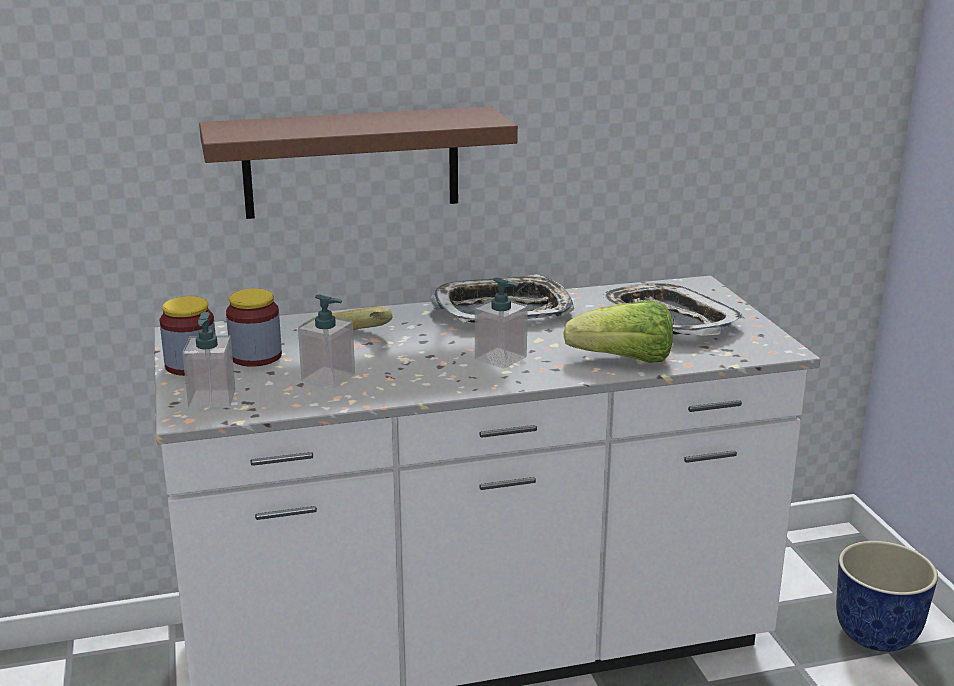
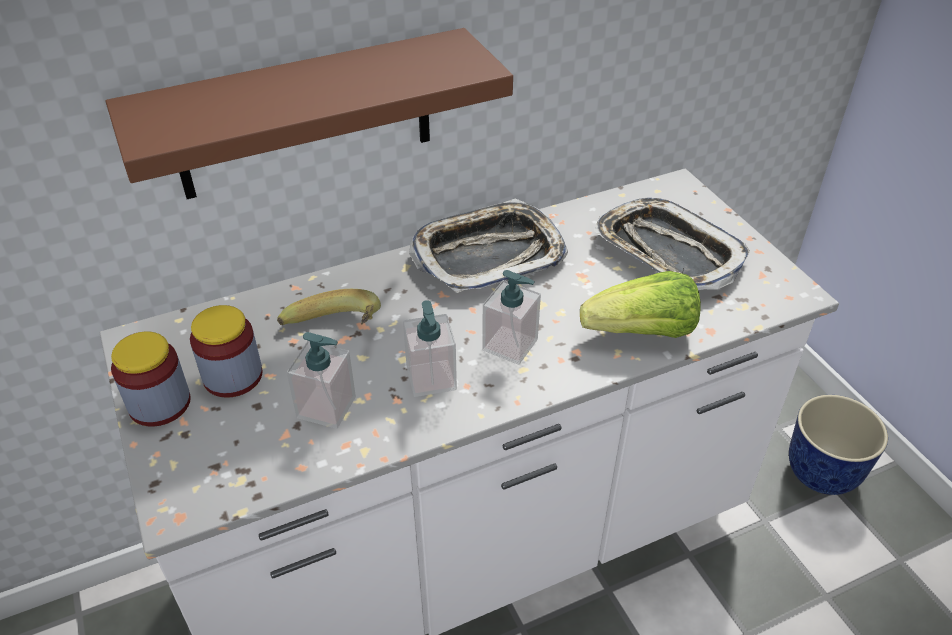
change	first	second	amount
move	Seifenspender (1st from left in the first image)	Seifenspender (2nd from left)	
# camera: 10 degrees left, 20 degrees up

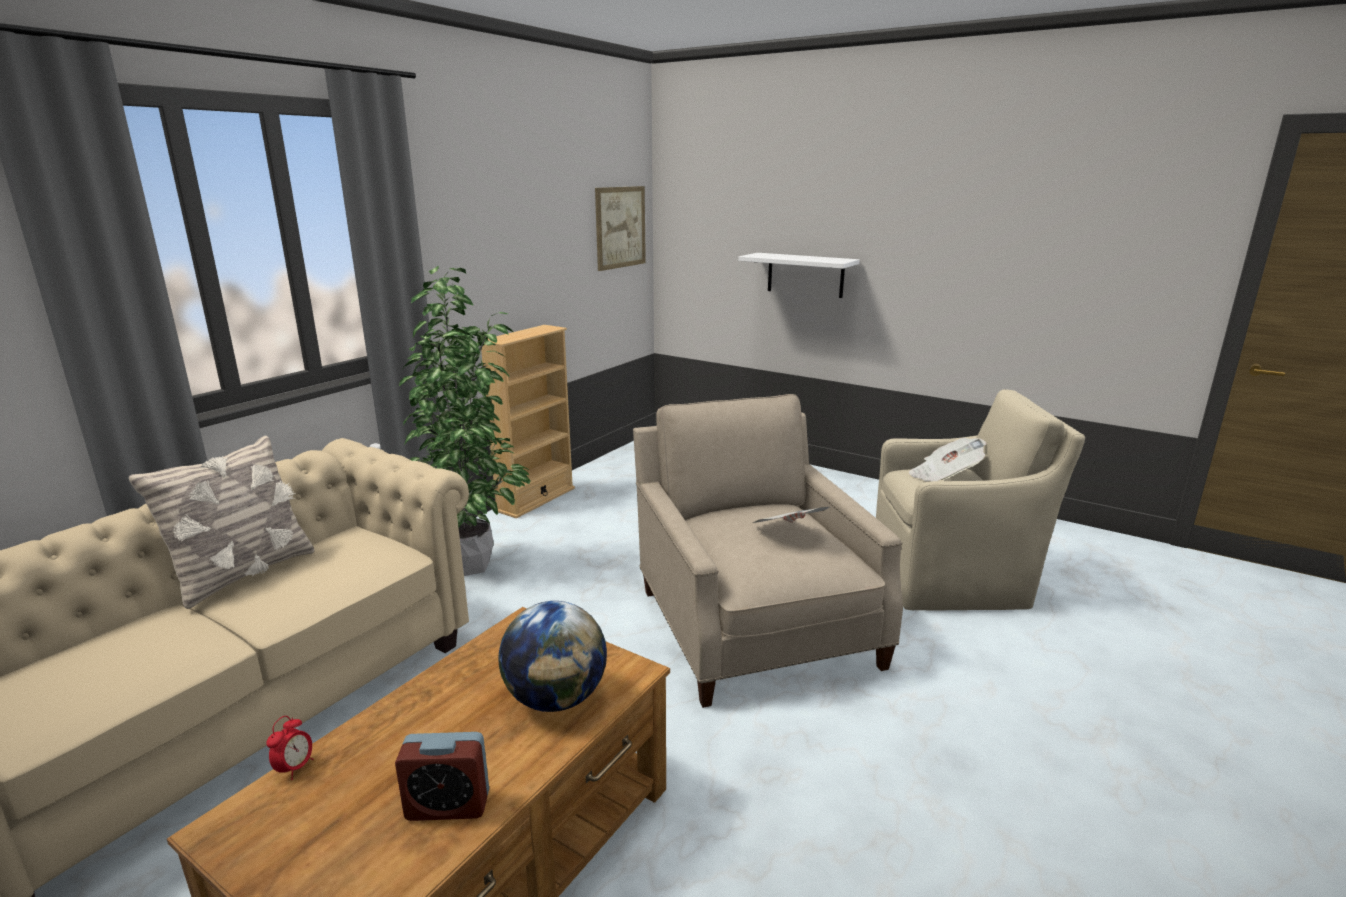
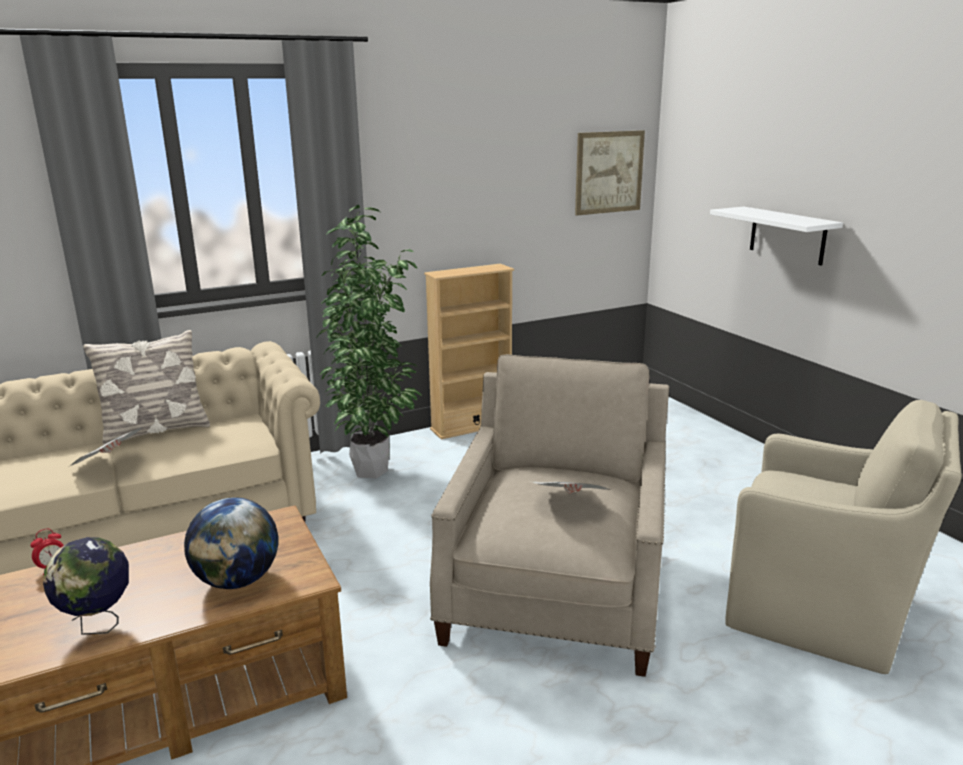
change	first	second	amount
replace	Wecker (2nd from left)	Globus (1st from left)	
move	Zeitung (2nd from left in the first image)	Zeitung (1st from left)	
# camera: 30 degrees right, 0 degrees up

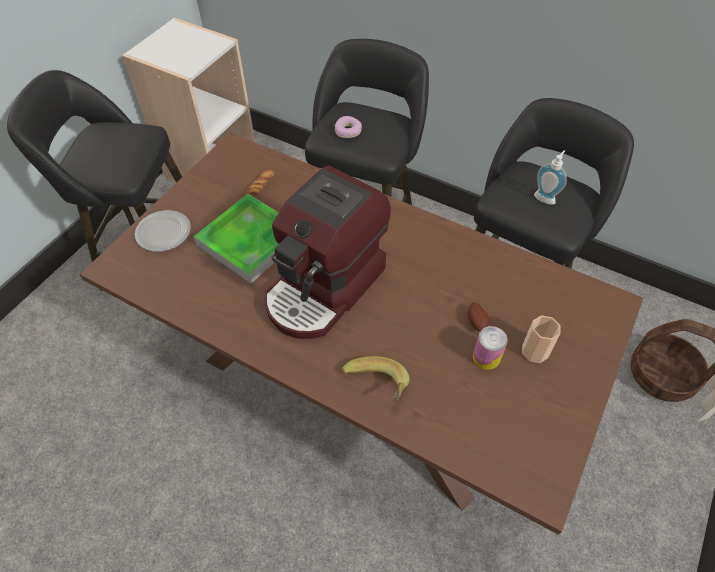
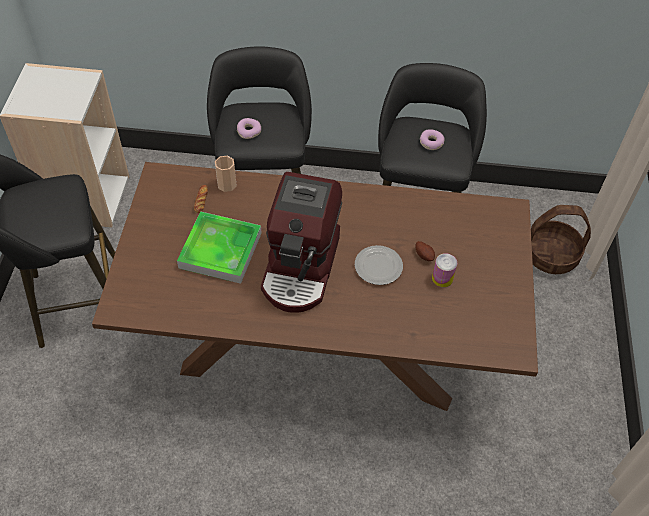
change	first	second	amount
move	Teller		
delete	Banane		
move	Tasse		
replace	Seifenspender	Donut (2nd from left)	
# camera: 25 degrees left, 0 degrees up

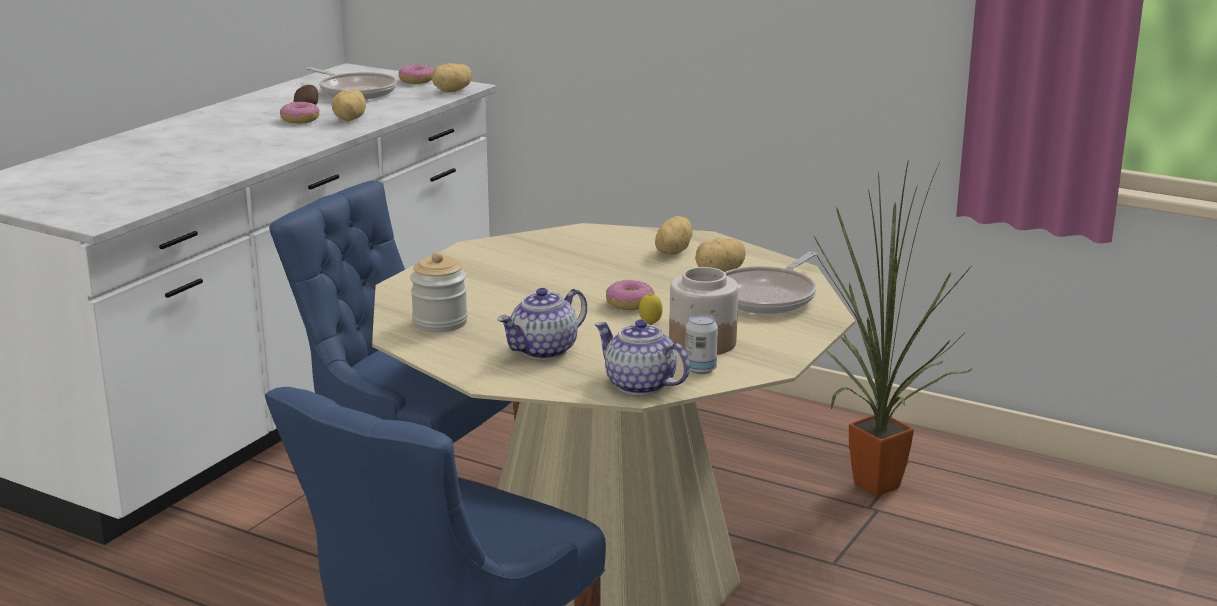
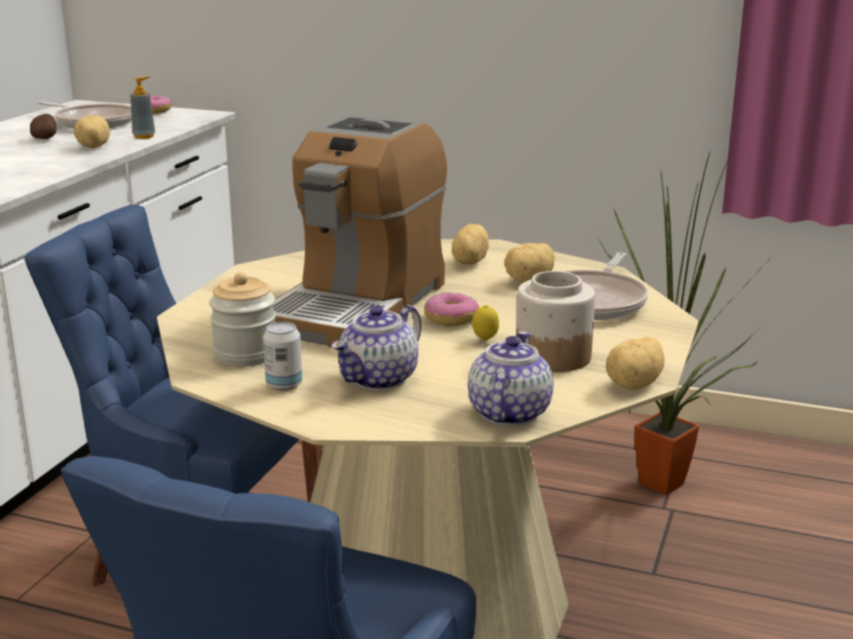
change	first	second	amount
delete	Donut (1st from left)		
move	Kartoffel (3rd from left in the first image)	Kartoffel (5th from left)	
rotate	Teekanne (2nd from left)		75 degrees clockwise
move	Dose		
insert		Seifenspender	
insert		Kaffeemaschine	
# camera: 10 degrees left, 0 degrees up

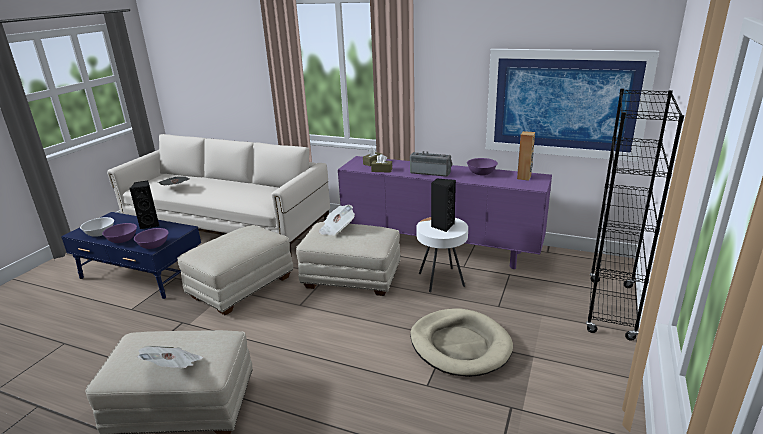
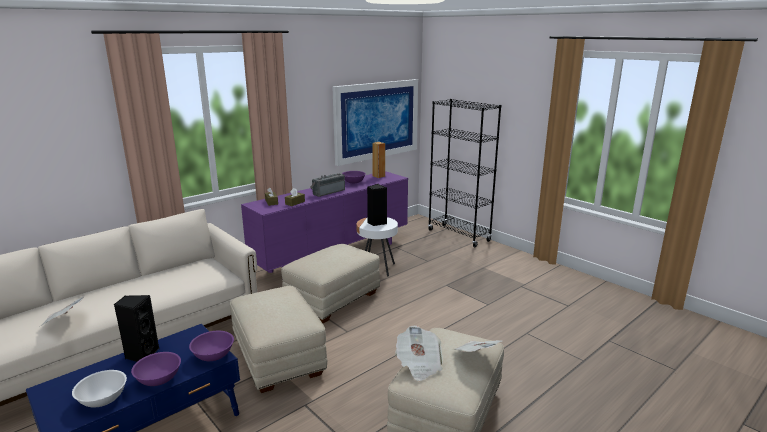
change	first	second	amount
move	Zeitung (3rd from left in the first image)	Zeitung (2nd from left)	
delete	Hundebett (beige)		
# camera: 65 degrees left, 5 degrees down

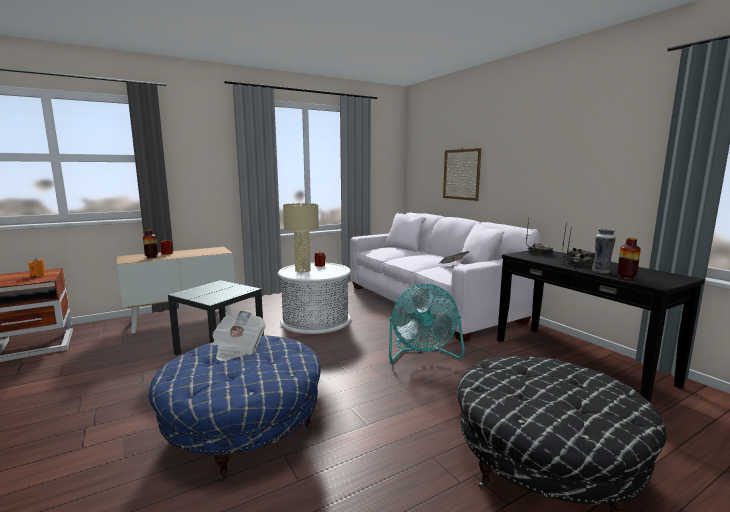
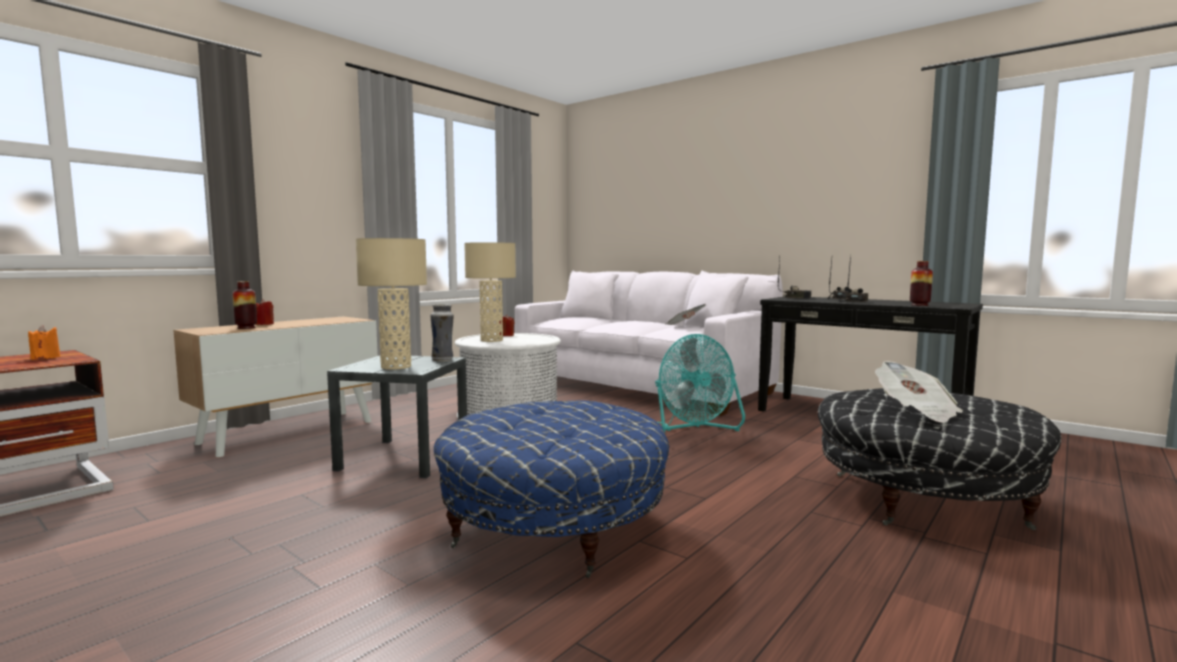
change	first	second	amount
move	Zeitung (1st from left in the first image)	Zeitung (2nd from left)	
delete	Bild		
move	Vase (2nd from left)		
insert		Tischlampe (beige) (1st from left)	
# camera: 20 degrees left, 5 degrees down

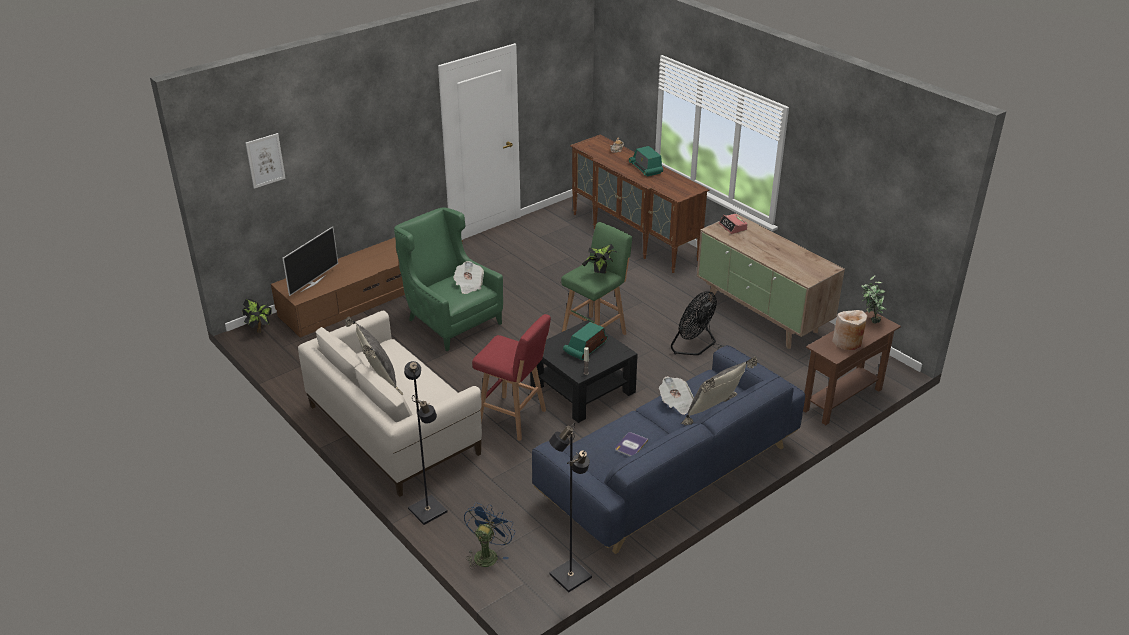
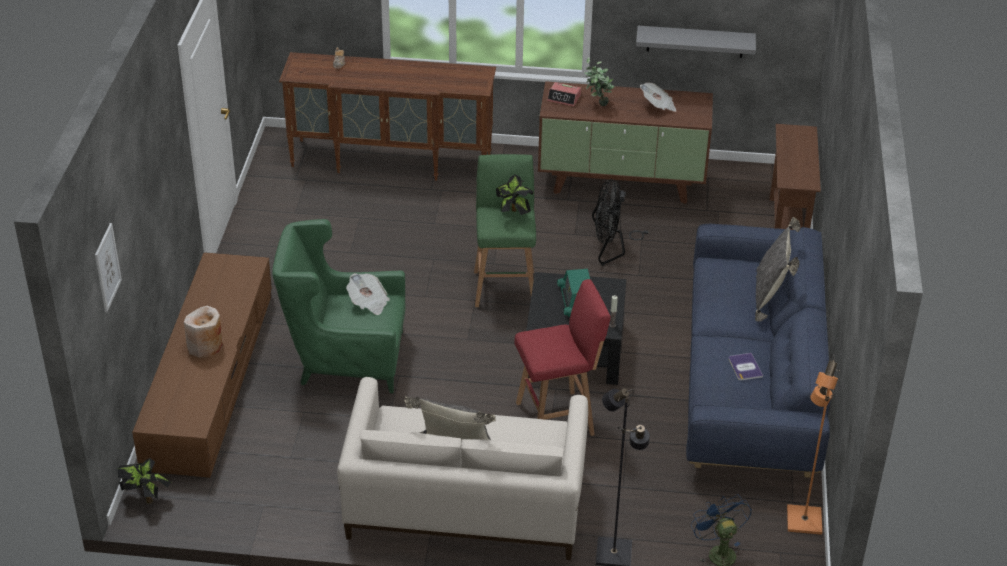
change	first	second	amount
delete	Fernseher		
recolor	Stehlampe (schwarz) (2nd from left)	Stehlampe (orange)	
delete	Radio (2nd from left)		
move	Zeitung (2nd from left)		
recolor	Kommode (grün)	Kommode (braun)	
move	Vase (beige)		
move	Topfpflanze (3rd from left)		
insert		Wandregal (grau)	
# camera: 45 degrees left, 5 degrees up

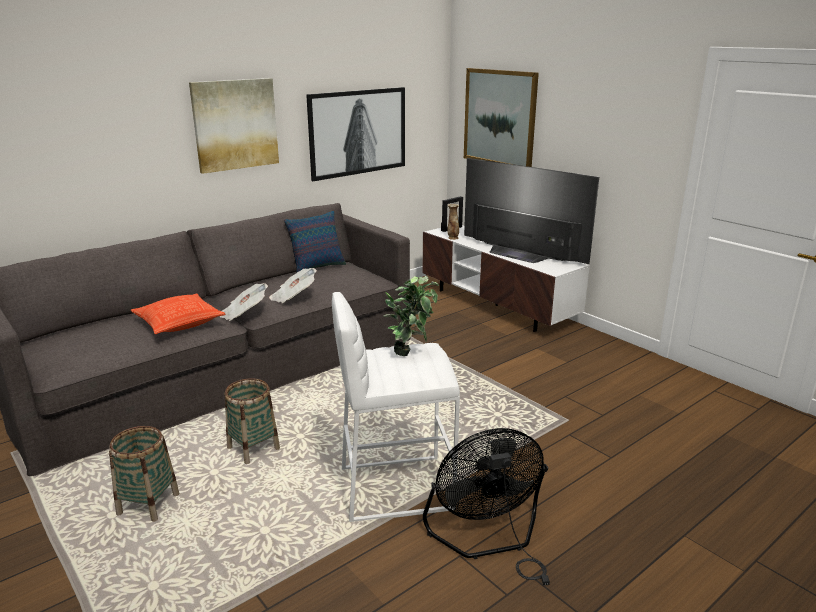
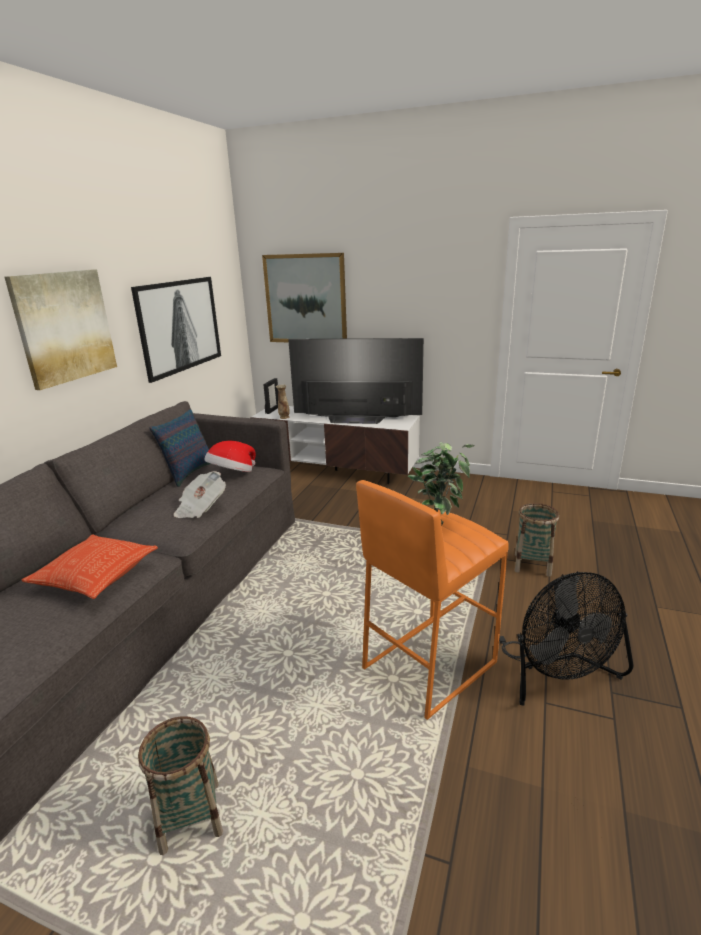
change	first	second	amount
delete	Zeitung (1st from left)		
move	Korb (2nd from left)		
recolor	Hocker (weiß)	Hocker (orange)	
rotate	Ventilator (schwarz)		150 degrees counterclockwise
insert		Hut	
# camera: 30 degrees left, 0 degrees up

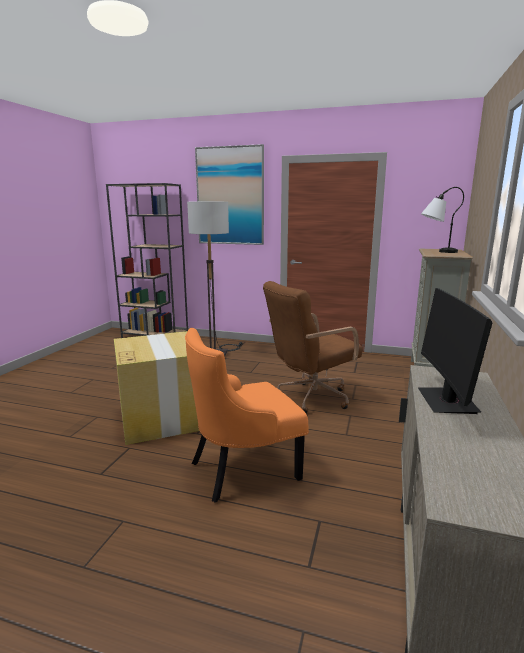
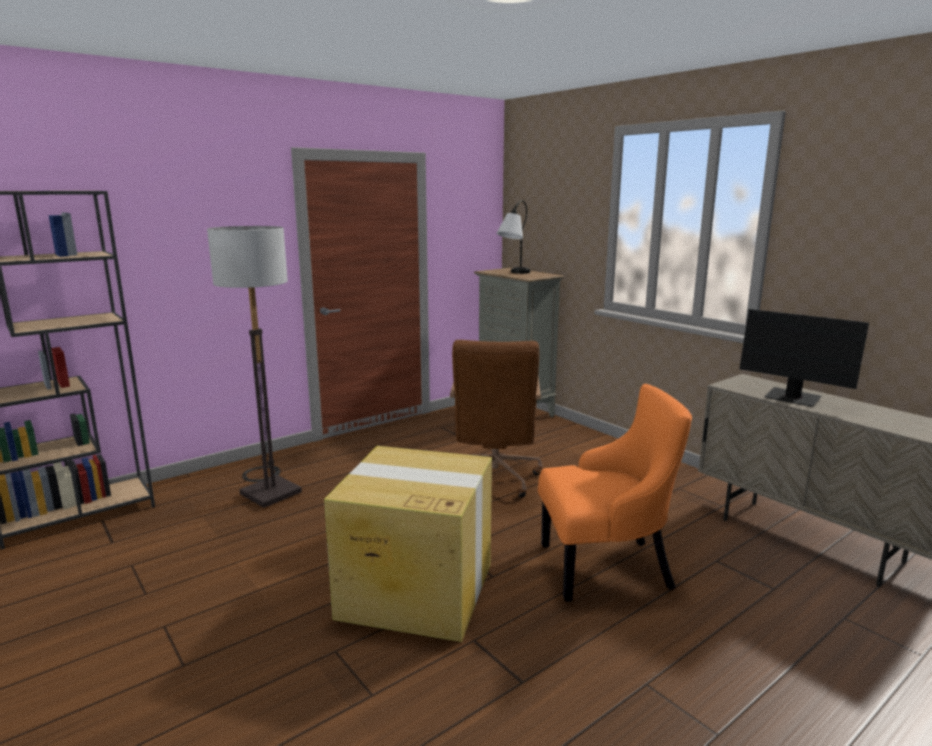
change	first	second	amount
rotate	Stuhl (orange)		105 degrees counterclockwise
delete	Bild		
# camera: 55 degrees left, 0 degrees up

